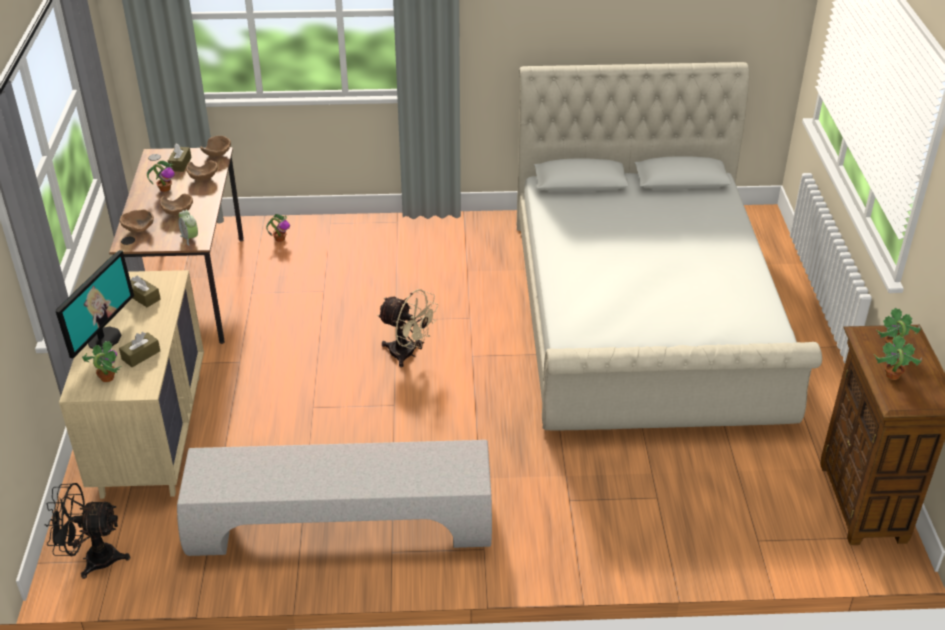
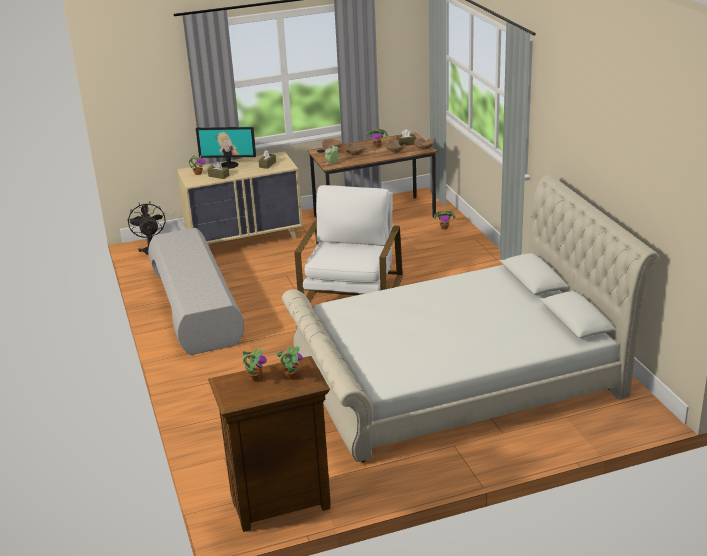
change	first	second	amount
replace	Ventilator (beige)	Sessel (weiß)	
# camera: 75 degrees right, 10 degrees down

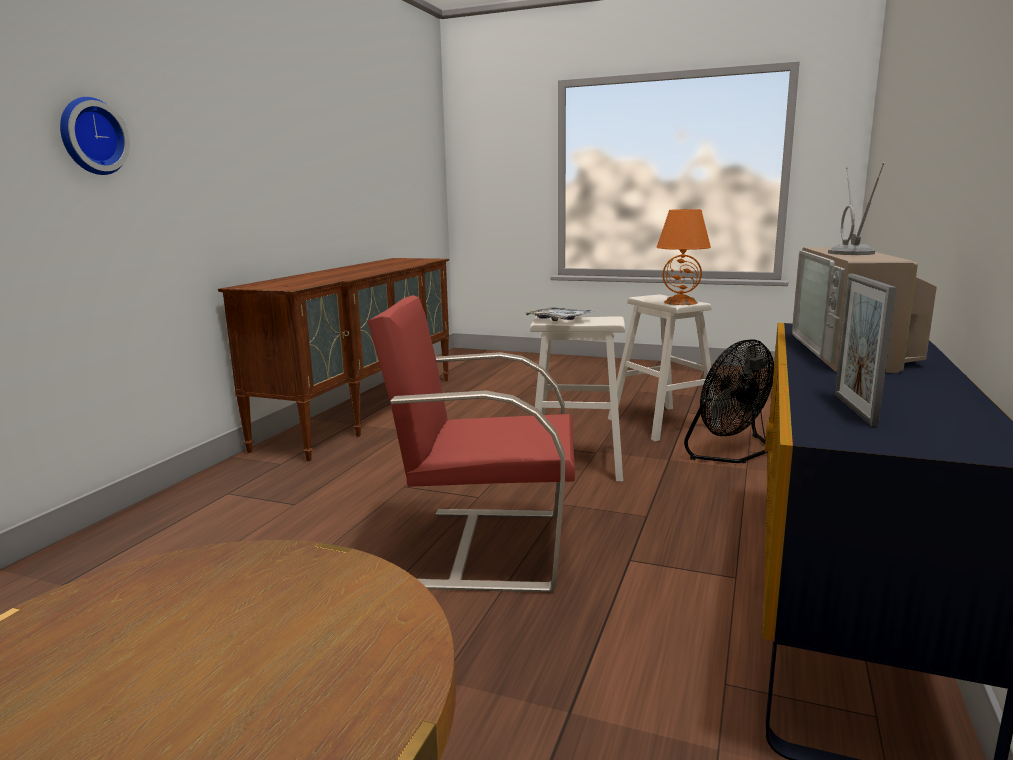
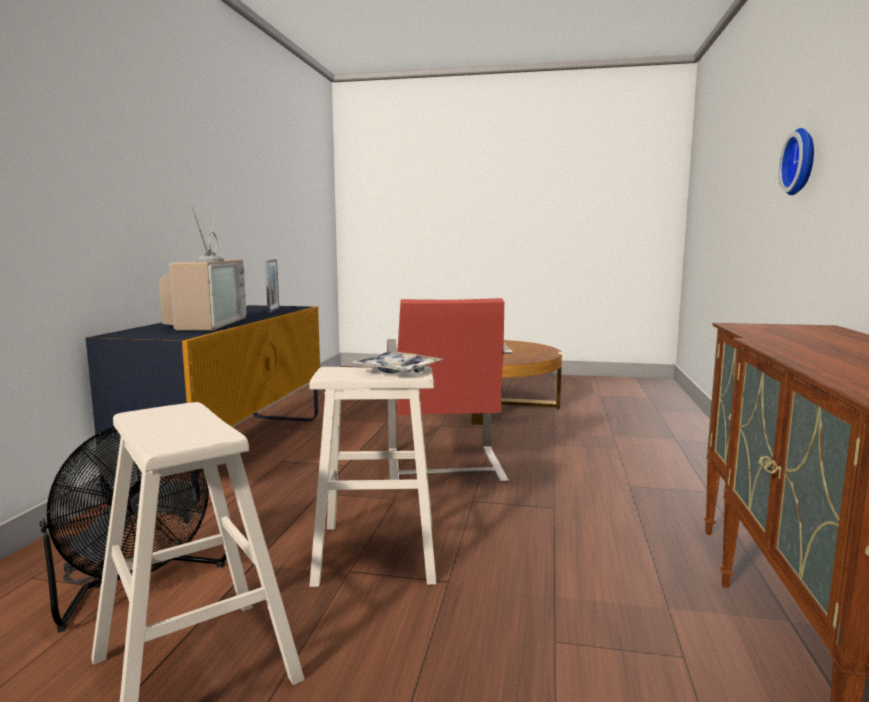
change	first	second	amount
rotate	Sessel (rot)		90 degrees clockwise
delete	Tischlampe (orange)		
# camera: 170 degrees right, 5 degrees down

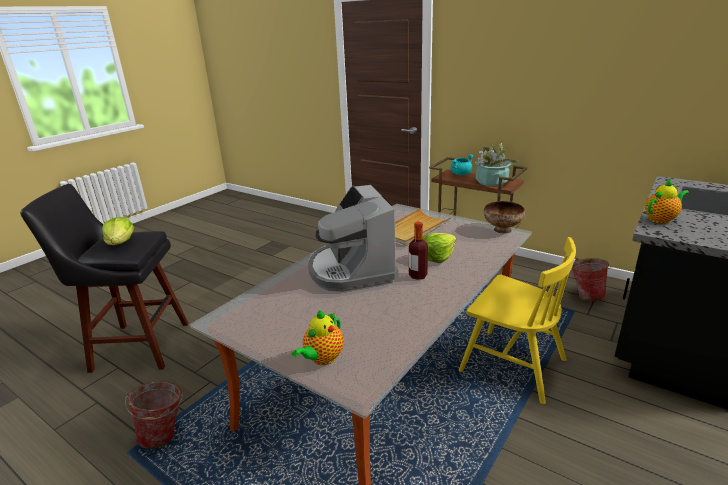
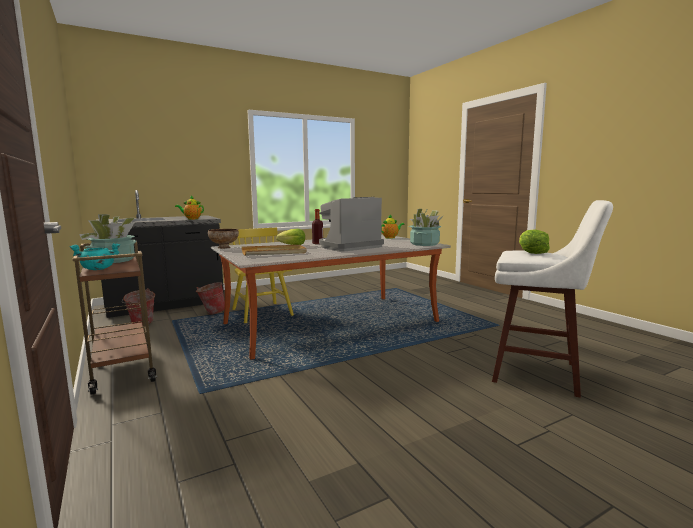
change	first	second	amount
recolor	Hocker (schwarz)	Hocker (weiß)	
move	Eimer (1st from left in the first image)	Eimer (2nd from left)	
rotate	Kaffeemaschine		135 degrees counterclockwise
insert		Topfpflanze (2nd from left)	
# camera: 155 degrees left, 15 degrees down

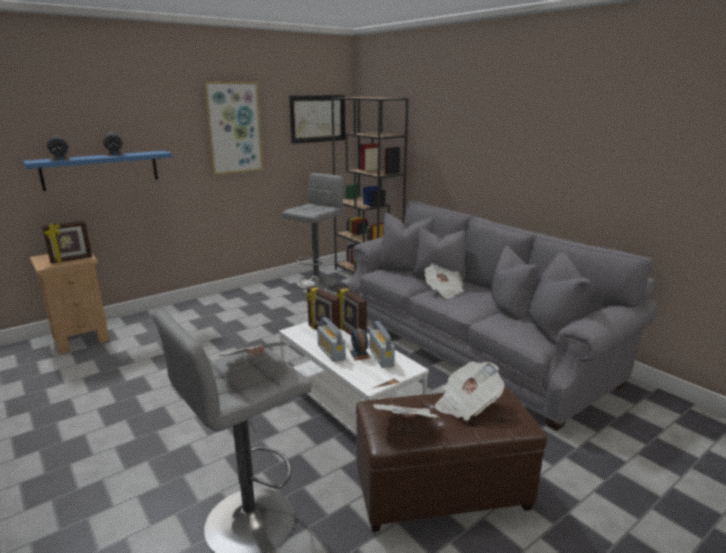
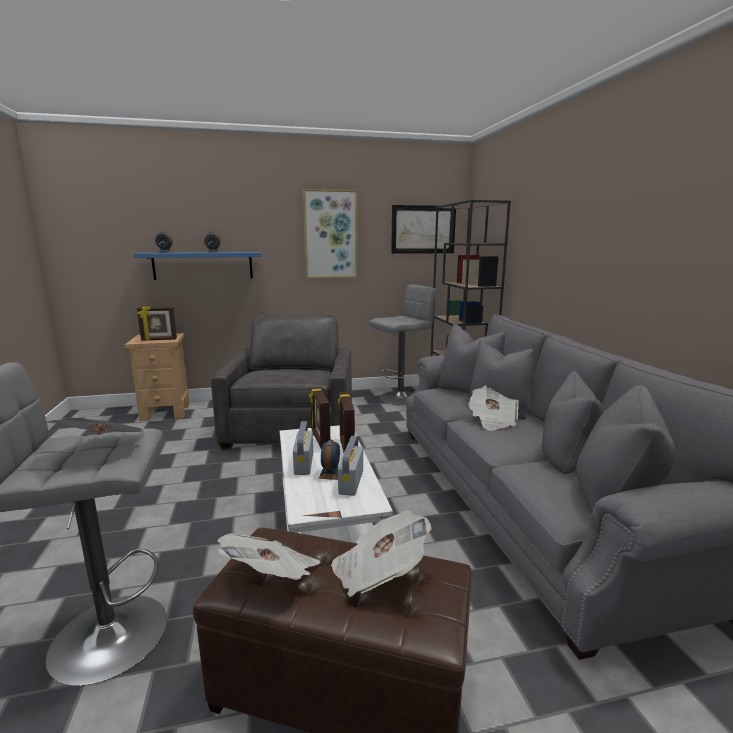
change	first	second	amount
insert		Sessel (grau)	
# camera: 25 degrees right, 5 degrees down

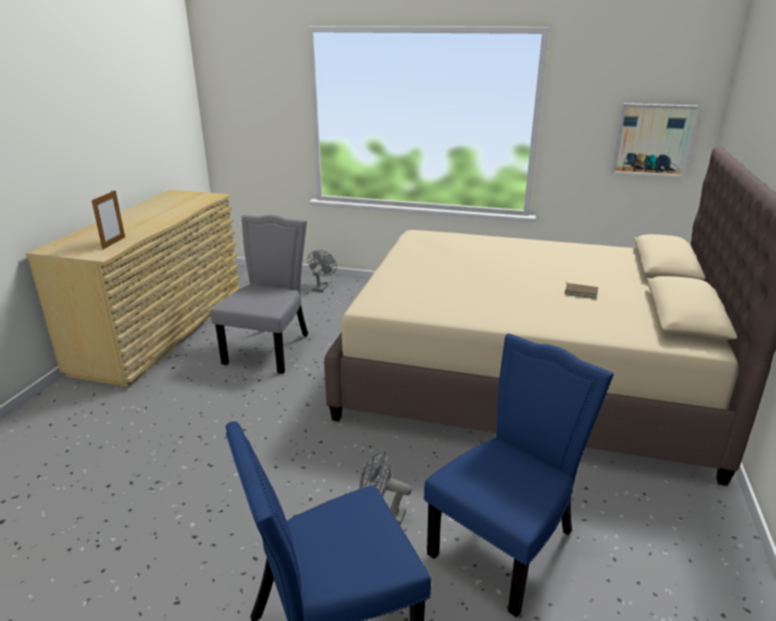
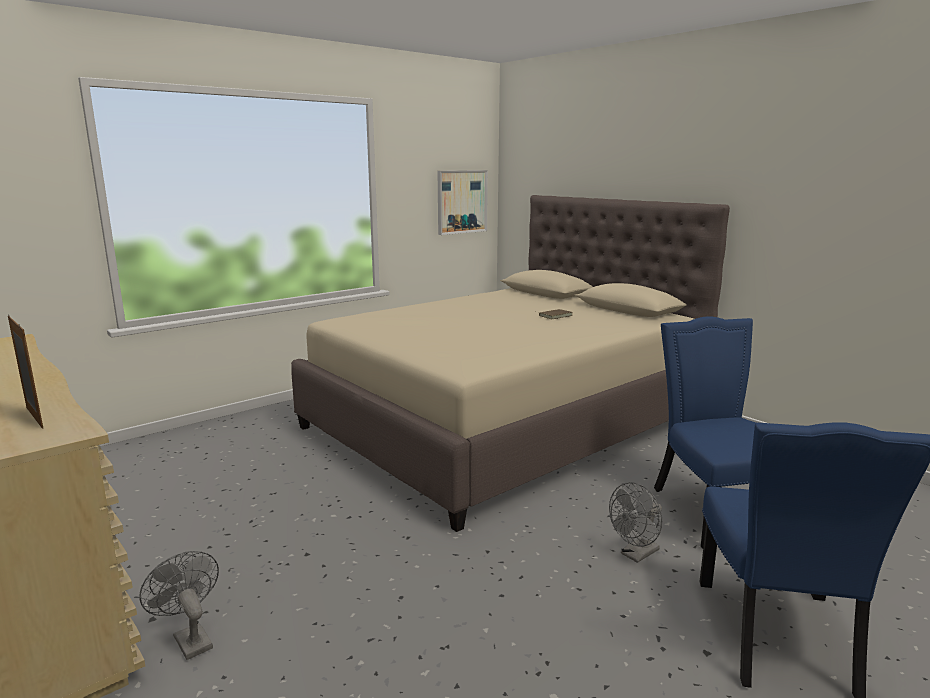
change	first	second	amount
delete	Stuhl (grau)		
move	Ventilator (grau) (1st from left)		
# camera: 55 degrees left, 10 degrees down

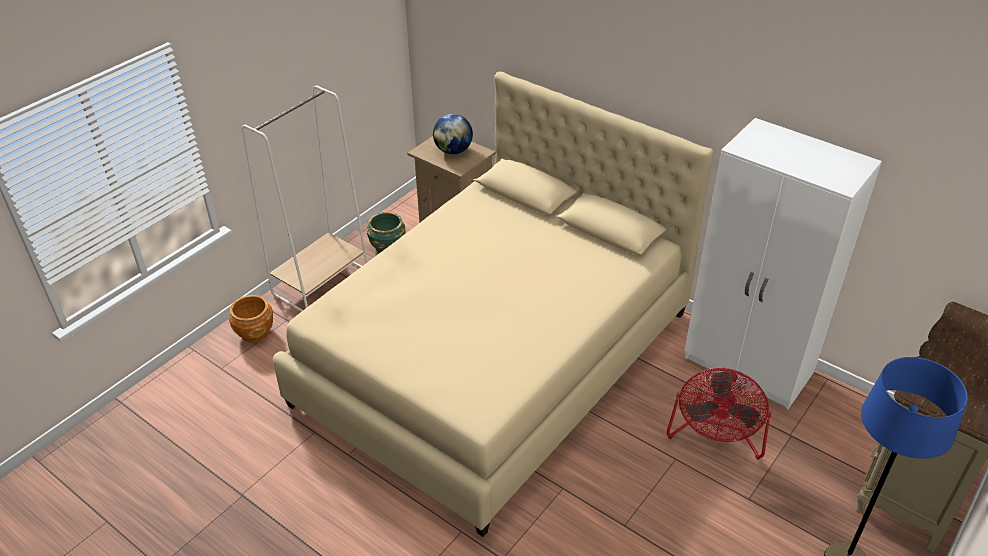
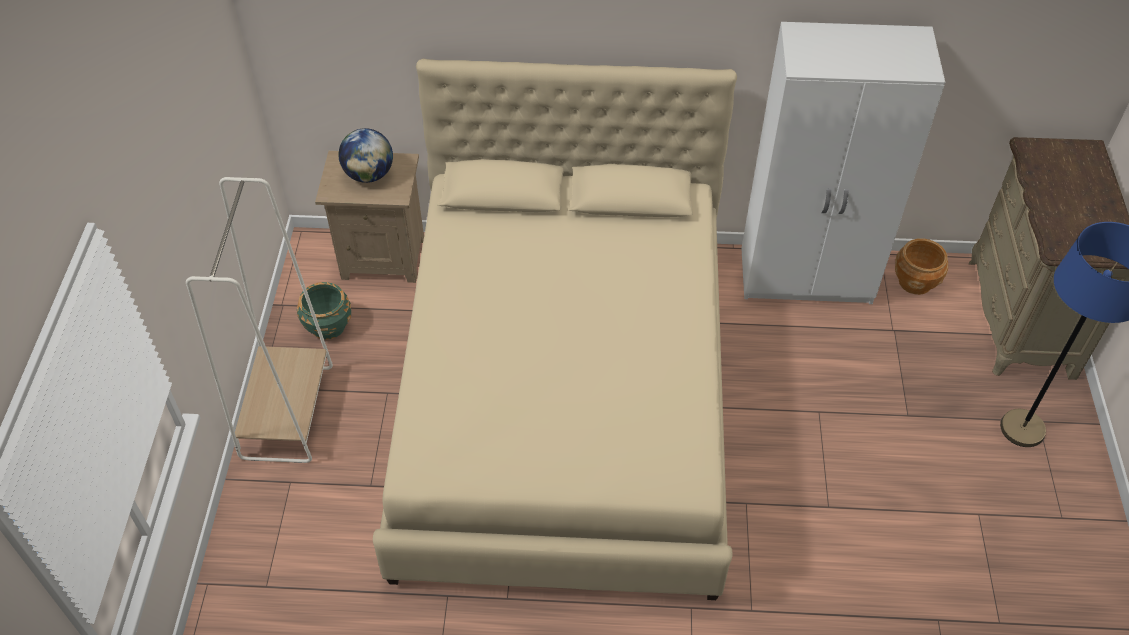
change	first	second	amount
move	Pflanzkübel (braun)		
delete	Ventilator (rot)		
# camera: 35 degrees left, 10 degrees up

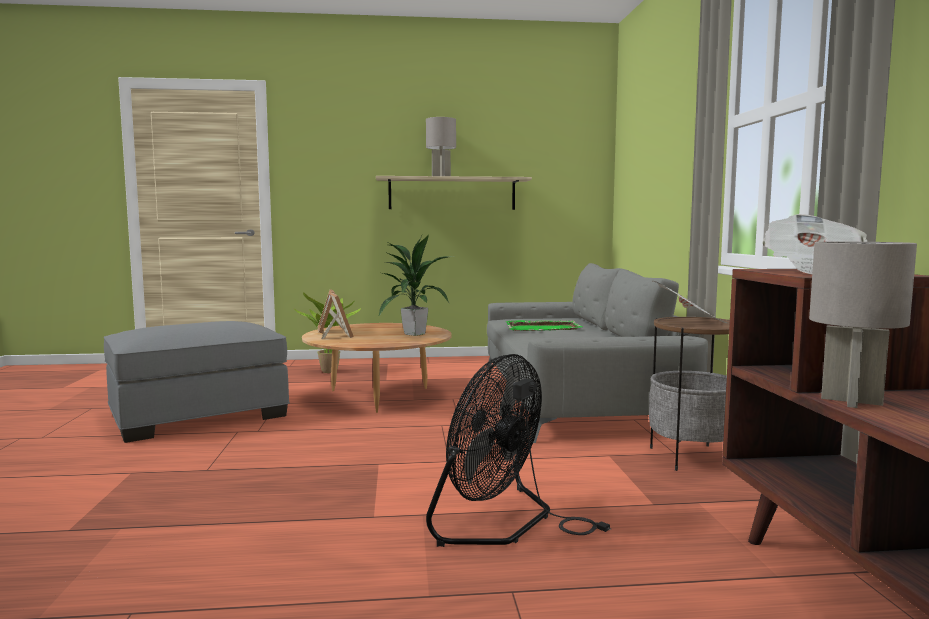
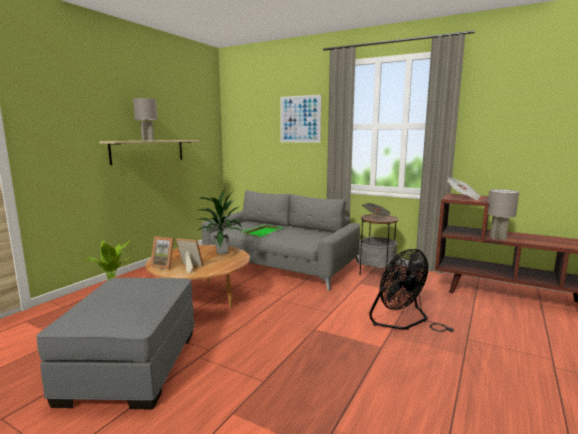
change	first	second	amount
rotate	Ventilator (schwarz)		75 degrees clockwise
insert		Bild	
# camera: 55 degrees left, 5 degrees up

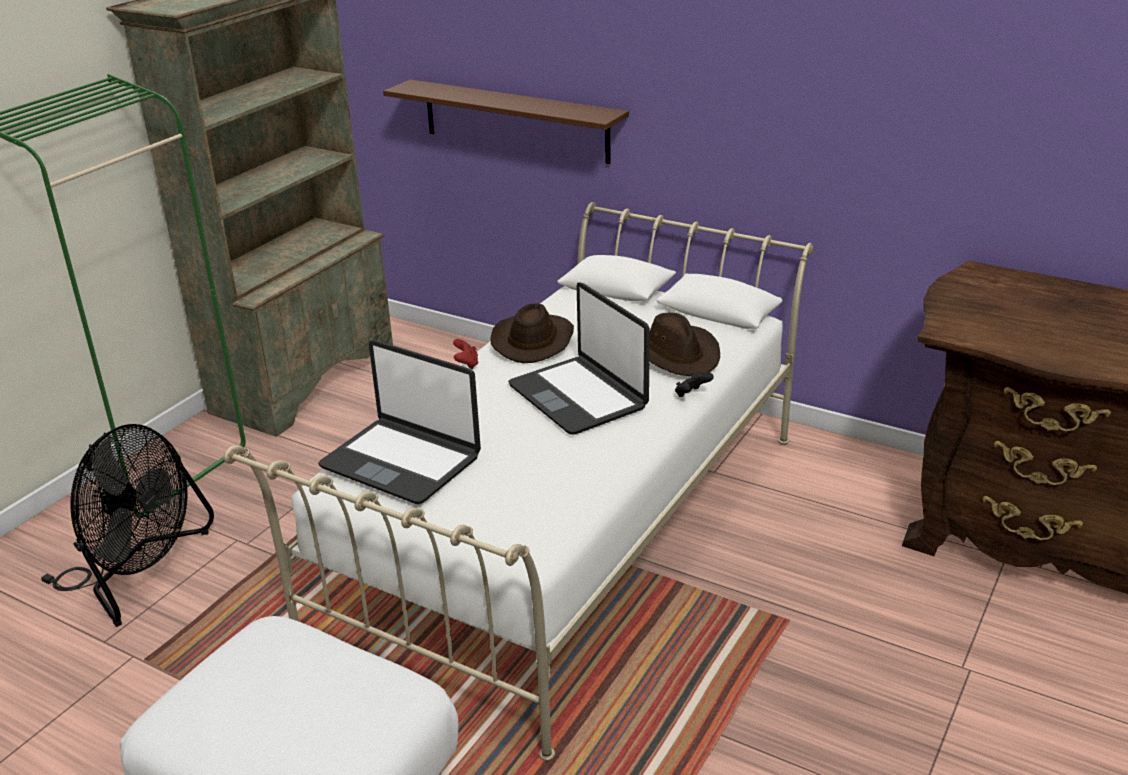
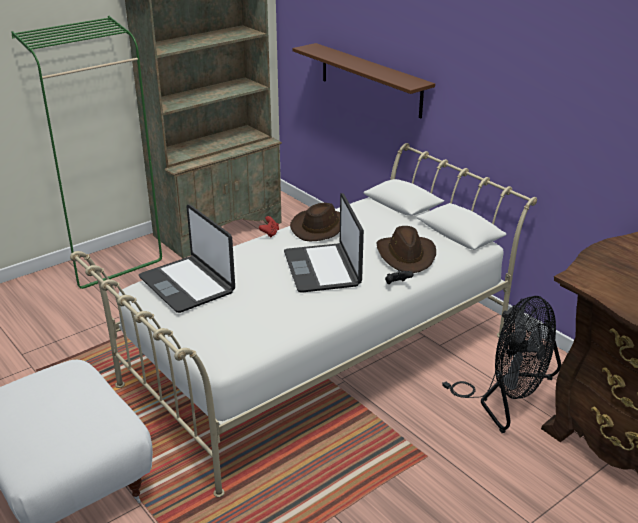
change	first	second	amount
move	Ventilator (schwarz)		
# camera: 20 degrees right, 0 degrees up

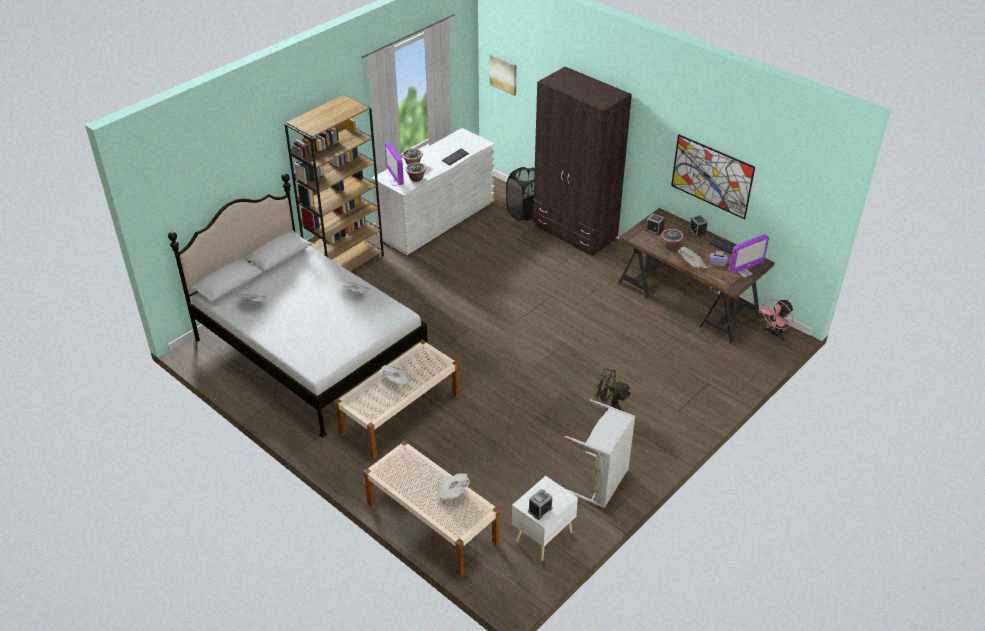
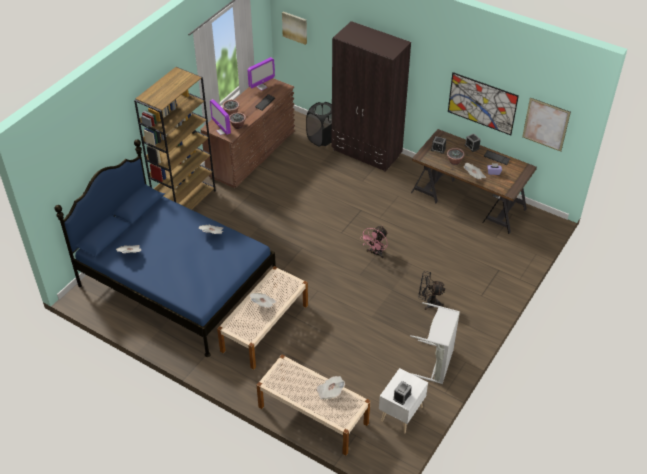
change	first	second	amount
recolor	Bett (weiß)	Bett (blau)	
recolor	Kommode (weiß)	Kommode (braun)	
move	Monitor (2nd from left)		
move	Ventilator (rosa)		
insert		Bild (3rd from left)	
# camera: 10 degrees left, 5 degrees up

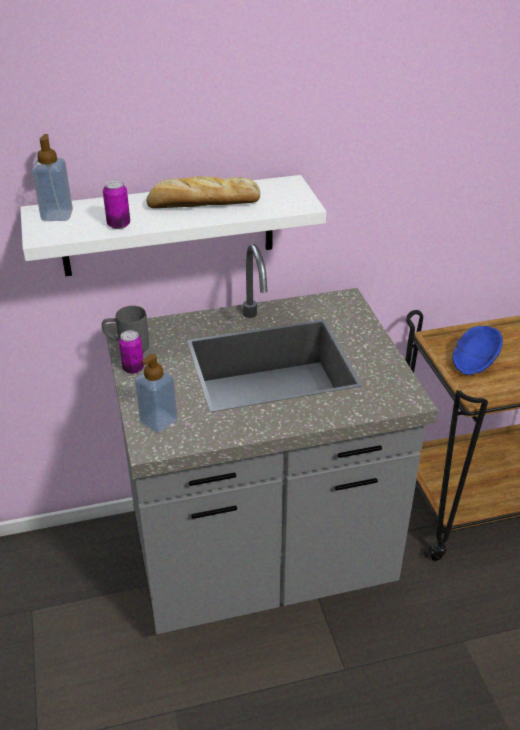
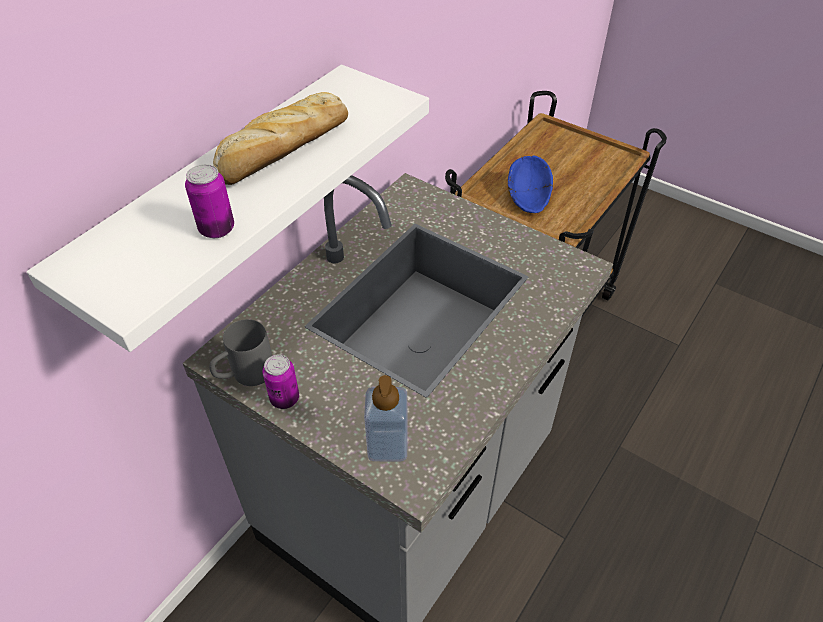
change	first	second	amount
delete	Seifenspender (1st from left)		
# camera: 40 degrees left, 10 degrees up

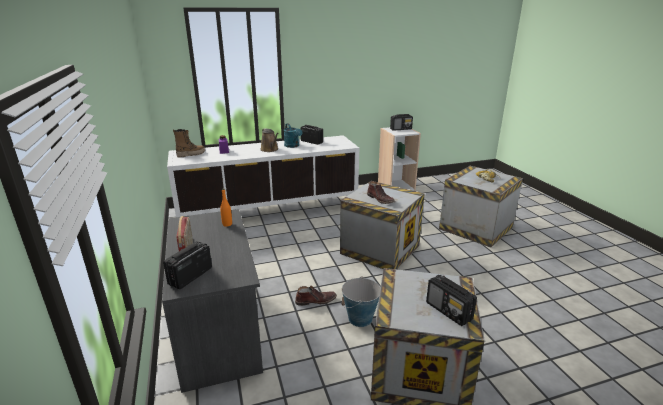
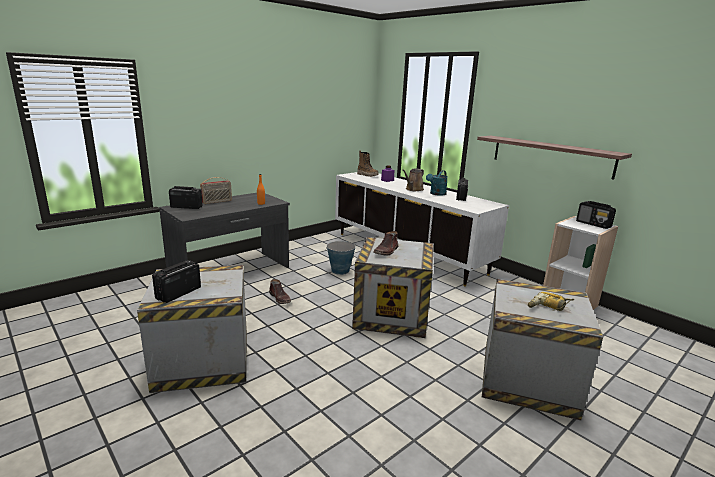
change	first	second	amount
move	Eimer		
insert		Wandregal	
# camera: 65 degrees right, 5 degrees down

